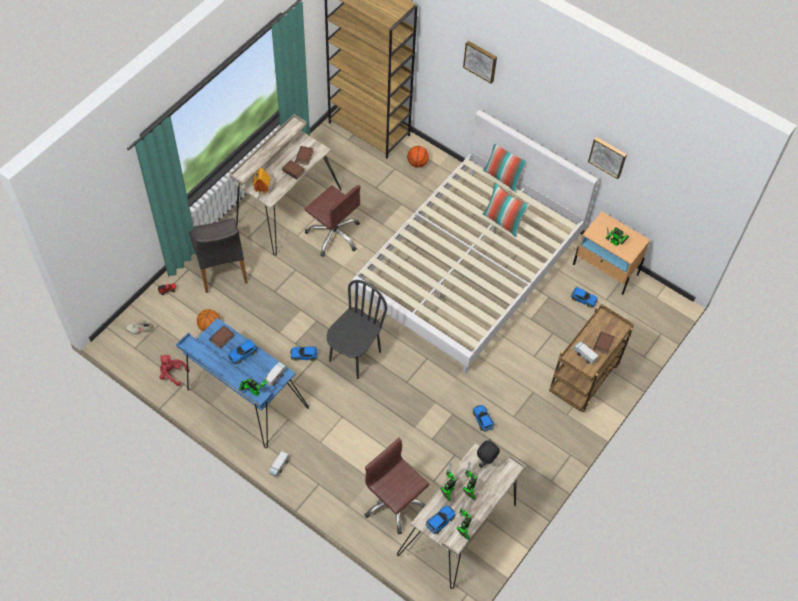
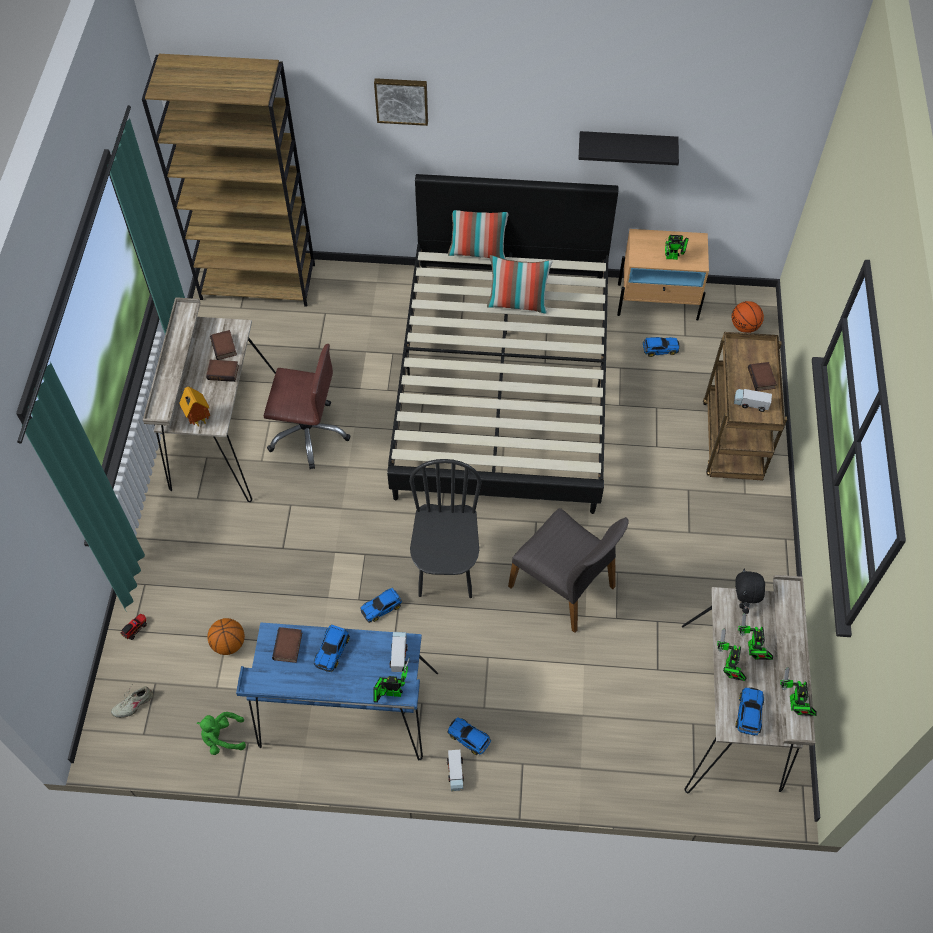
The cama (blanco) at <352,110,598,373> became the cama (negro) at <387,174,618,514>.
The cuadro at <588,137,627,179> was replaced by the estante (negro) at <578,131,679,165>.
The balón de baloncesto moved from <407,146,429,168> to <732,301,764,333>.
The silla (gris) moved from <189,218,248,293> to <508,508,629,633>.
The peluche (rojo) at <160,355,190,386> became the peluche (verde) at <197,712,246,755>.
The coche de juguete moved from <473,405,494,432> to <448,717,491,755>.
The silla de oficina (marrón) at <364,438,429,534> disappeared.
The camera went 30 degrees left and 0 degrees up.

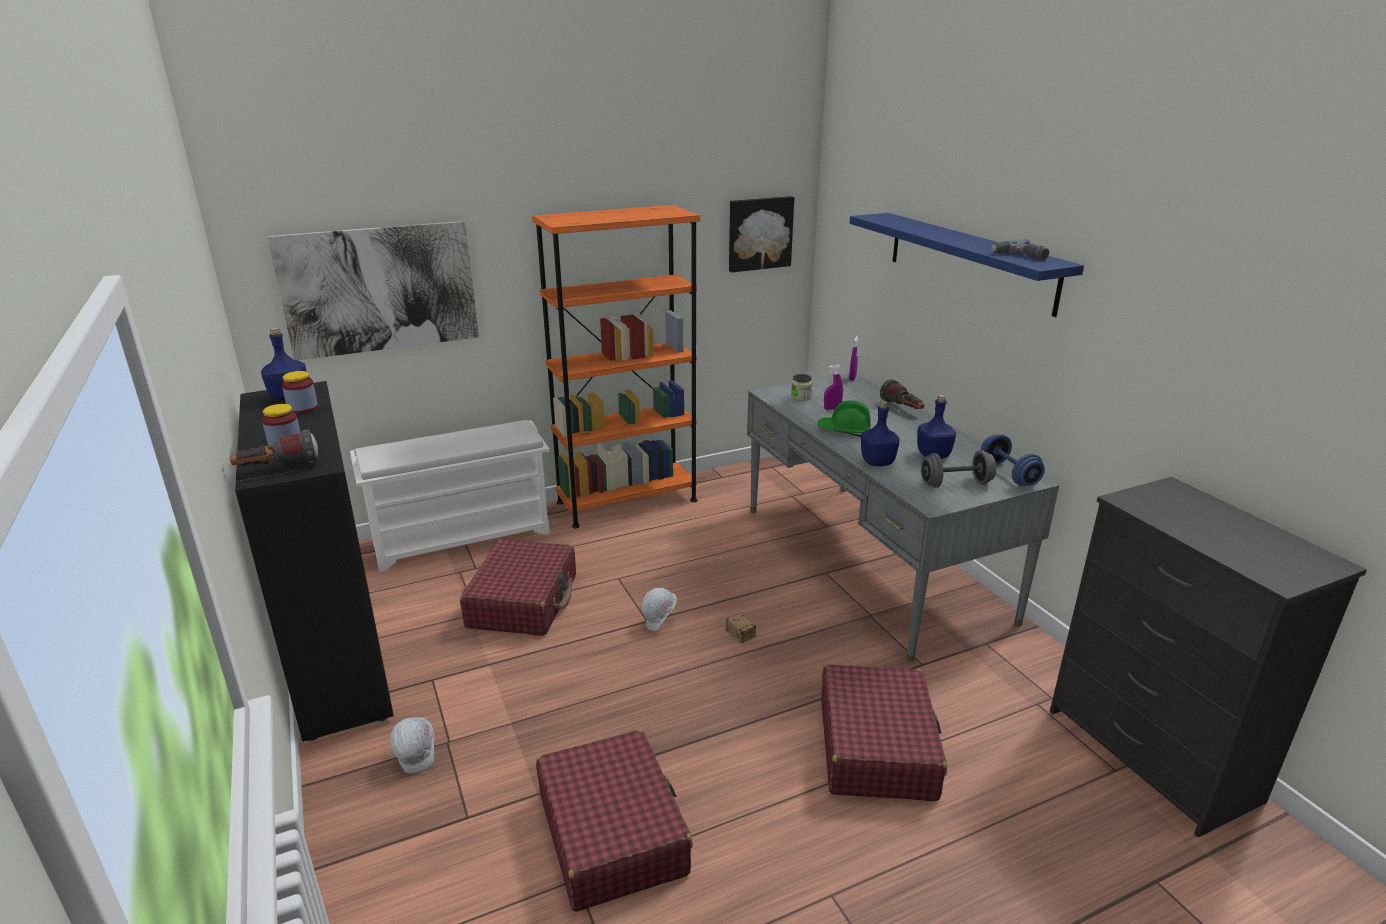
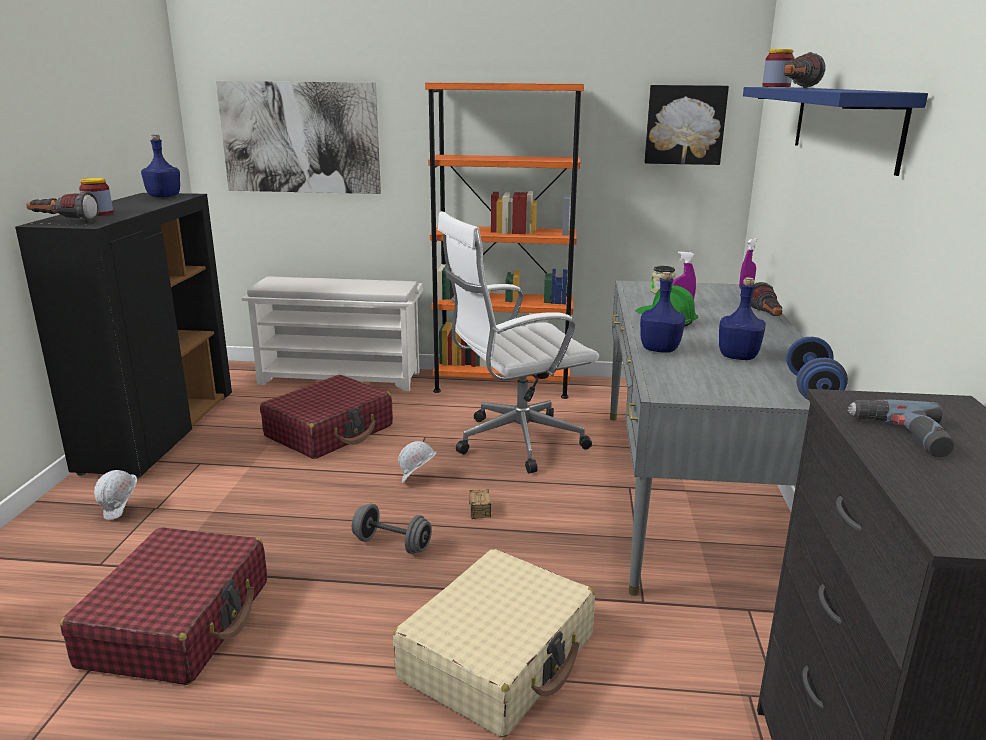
The taladro moved from <991,239,1049,260> to <848,400,954,457>.
The tarro moved from <282,371,318,414> to <762,49,795,87>.
The mancuerna (gris) moved from <921,450,996,488> to <352,504,432,554>.
The maleta (rojo) at <821,664,947,801> became the maleta (beis) at <393,549,595,737>.
The linterna at <783,52,826,88> appeared.
The silla de oficina (blanco) at <438,211,599,474> appeared.
The camera went 30 degrees right and 5 degrees down.

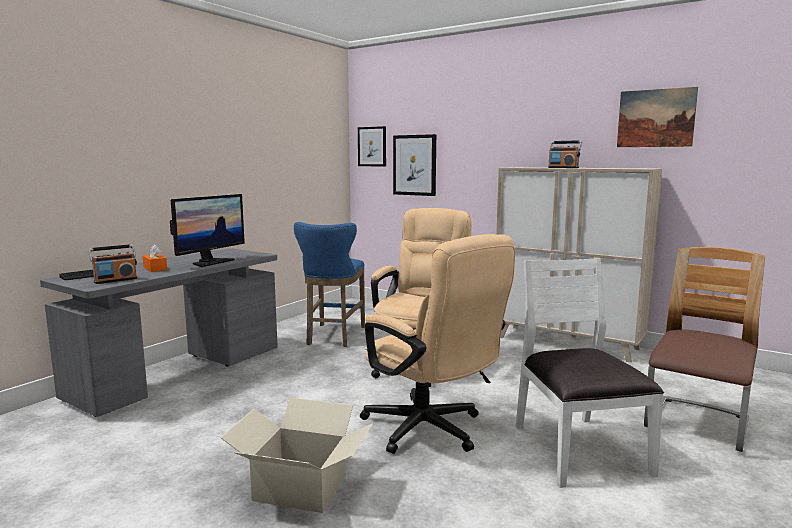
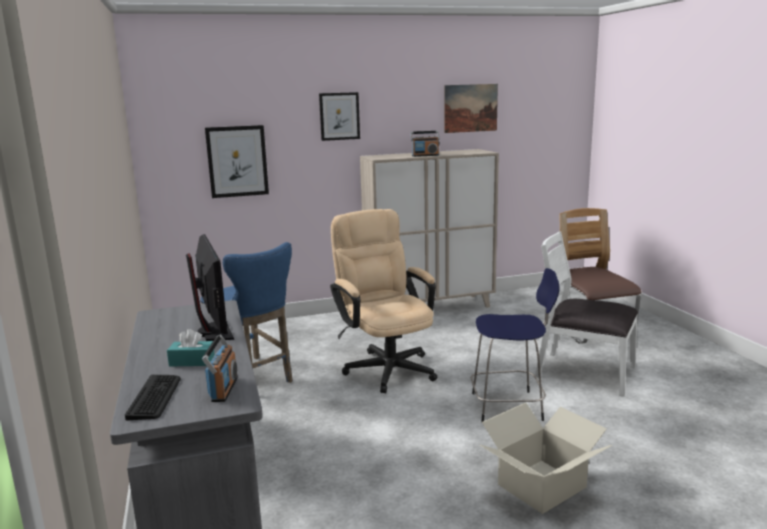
The cuadro moved from <358,126,386,166> to <319,92,360,141>.
The silla de oficina (beis) at <360,234,515,454> was replaced by the taburete (azul) at <471,268,560,422>.
The caja de pañuelos (naranja) at <143,245,167,272> became the caja de pañuelos (turquesa) at <167,329,215,366>.
The camera went 50 degrees left and 5 degrees up.

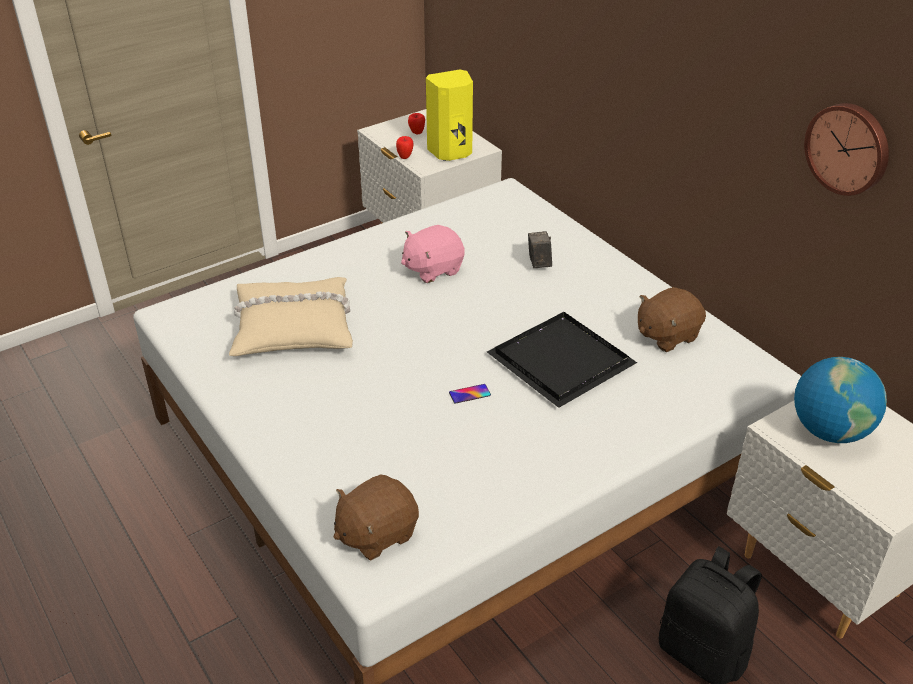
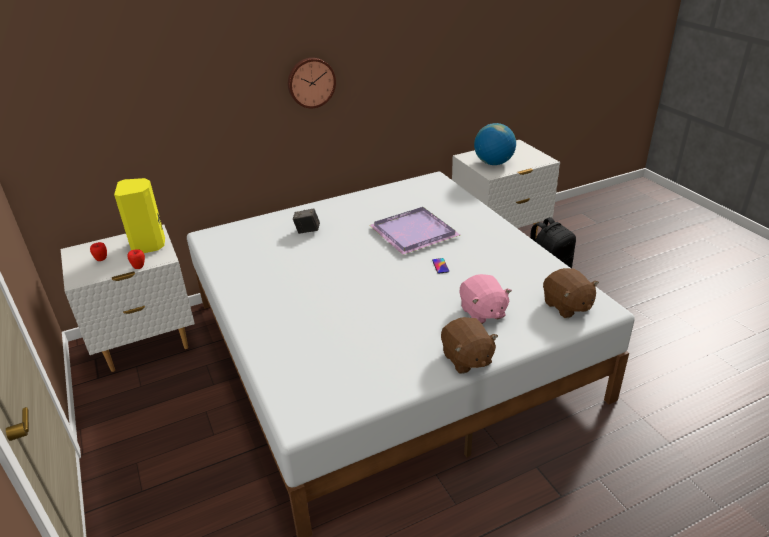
The reloj de pared moved from <804,103,889,196> to <288,58,336,108>.
The peluche (rosa) moved from <401,225,465,283> to <459,274,512,324>.
The cojín (beis) at <229,277,353,356> disappeared.
The peluche (marrón) moved from <638,287,706,352> to <441,317,498,374>.
The bandeja (negro) at <487,312,637,408> became the bandeja (morado) at <369,207,460,255>.
The camera went 80 degrees left and 5 degrees down.

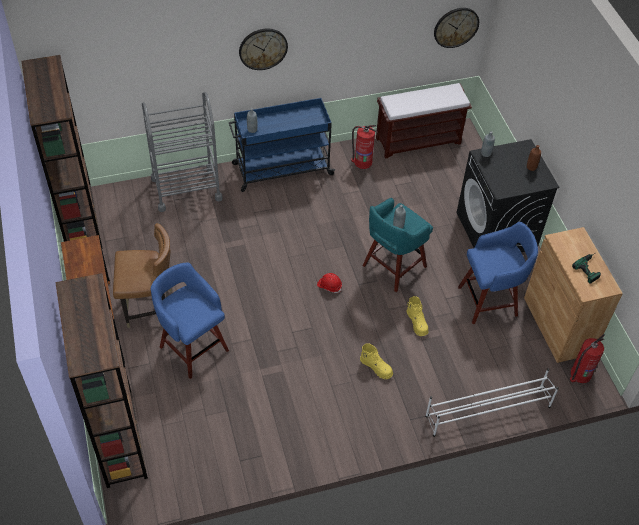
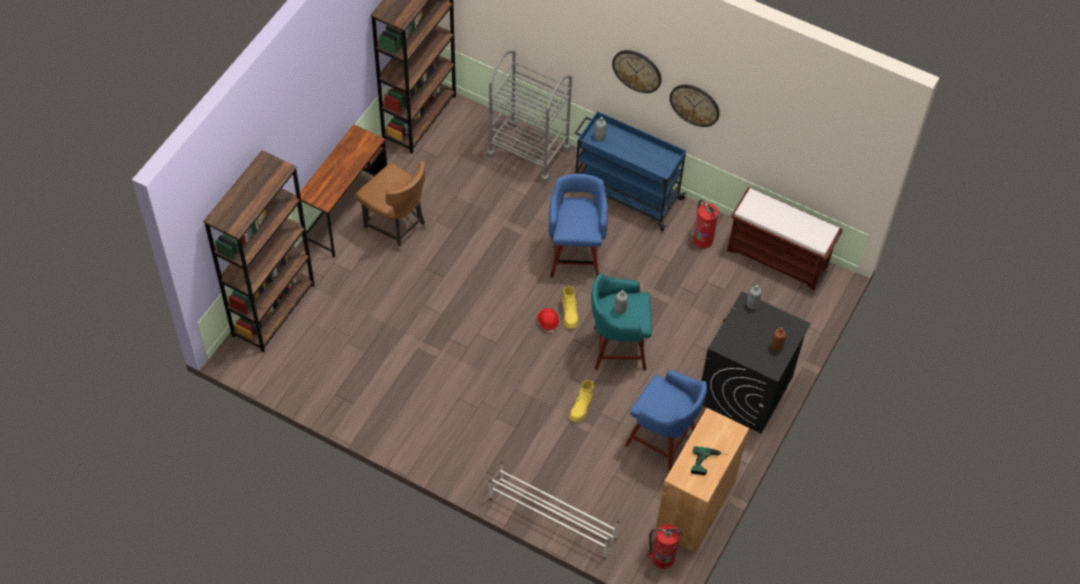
The reloj de pared moved from <434,8,479,48> to <670,85,720,127>.
The taburete (azul) moved from <151,262,229,379> to <549,174,608,278>.
The bota (amarillo) moved from <360,344,393,379> to <562,286,578,328>.
The camera went 45 degrees right and 5 degrees up.

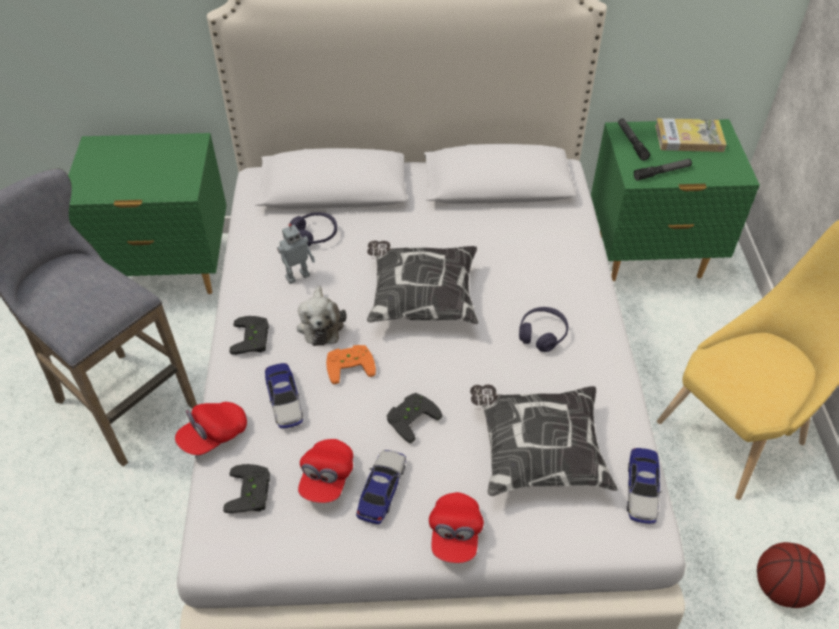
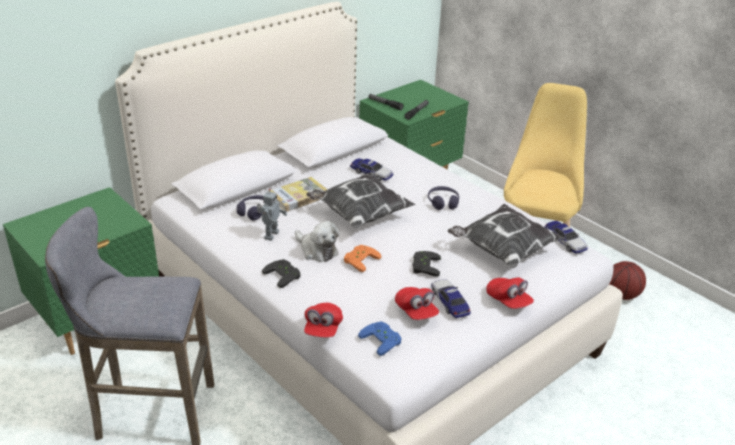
The libro moved from <655,118,727,152> to <270,177,328,212>.
The coche de juguete moved from <265,363,303,429> to <350,158,393,181>.
The mando de consola (negro) at <223,464,270,513> became the mando de consola (azul) at <358,321,402,356>.
The camera went 40 degrees left and 15 degrees down.

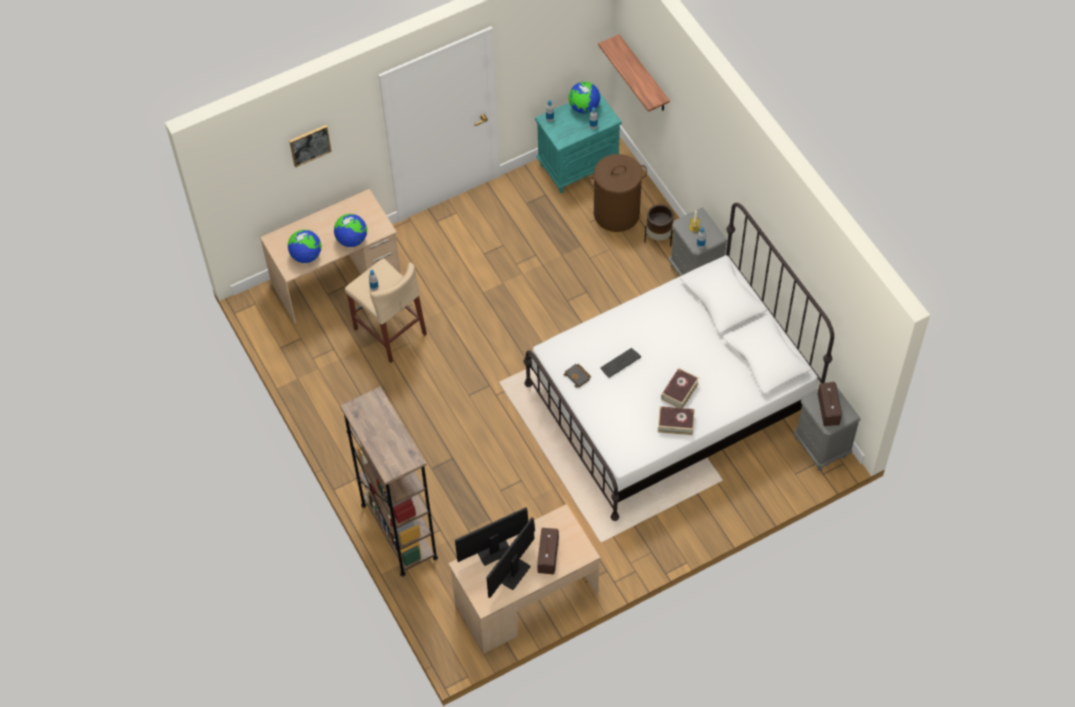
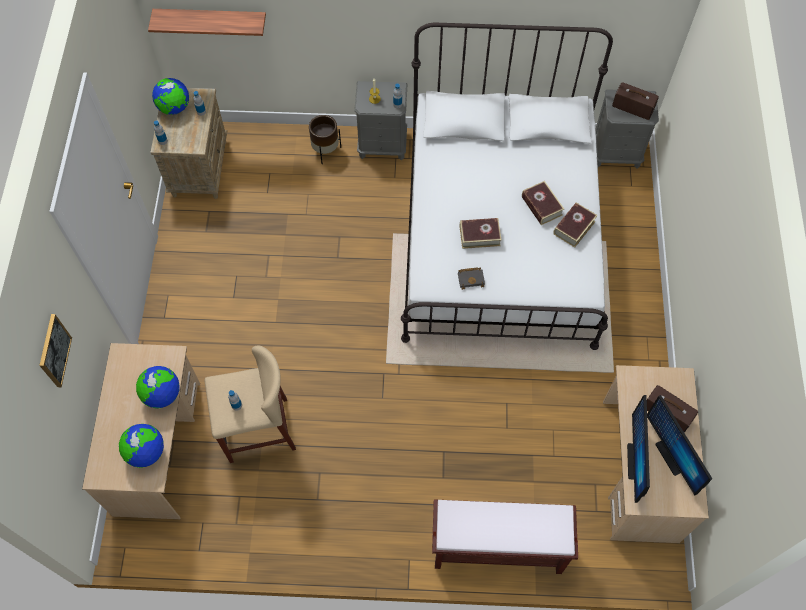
The mesita de noche (turquesa) at <535,92,622,193> became the mesita de noche (beis) at <151,88,228,199>.
The cesto de la ropa (marrón) at <589,154,647,232> disappeared.
The teclado at <600,348,641,378> was replaced by the libro at <460,218,501,249>.
The estantería (marrón) at <340,386,438,576> was replaced by the banco (marrón) at <432,499,578,574>.
The camera went 60 degrees left and 5 degrees up.

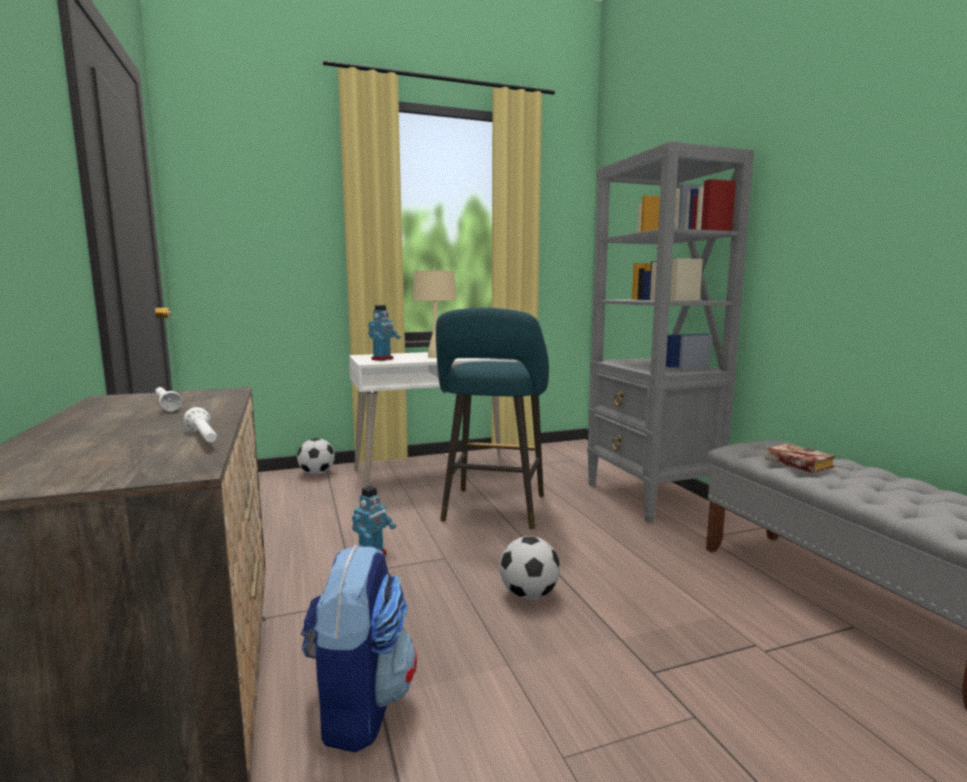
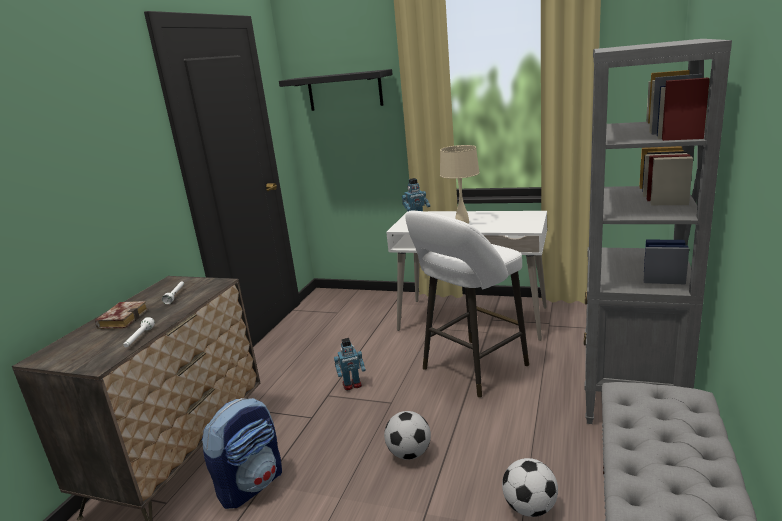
The taburete (turquesa) at <436,308,549,529> became the taburete (blanco) at <405,211,529,397>.
The balón de fútbol moved from <297,438,335,475> to <502,458,558,517>.
The libro moved from <765,444,836,473> to <95,301,148,329>.
The estante (negro) at <279,69,393,111> appeared.
The camera went 40 degrees right and 10 degrees up.

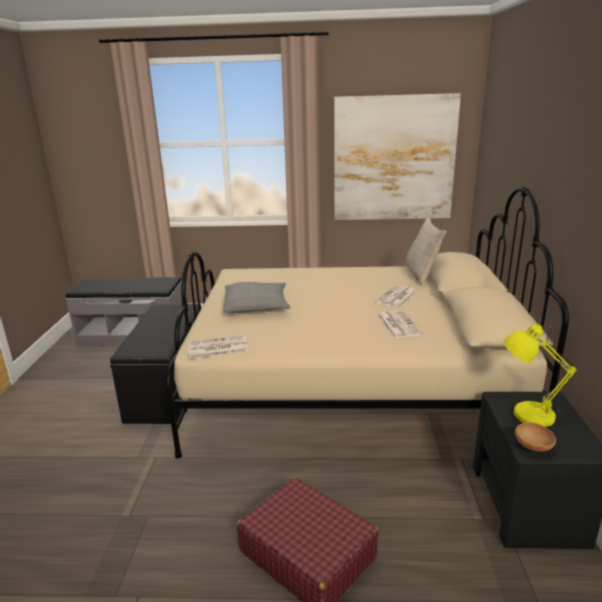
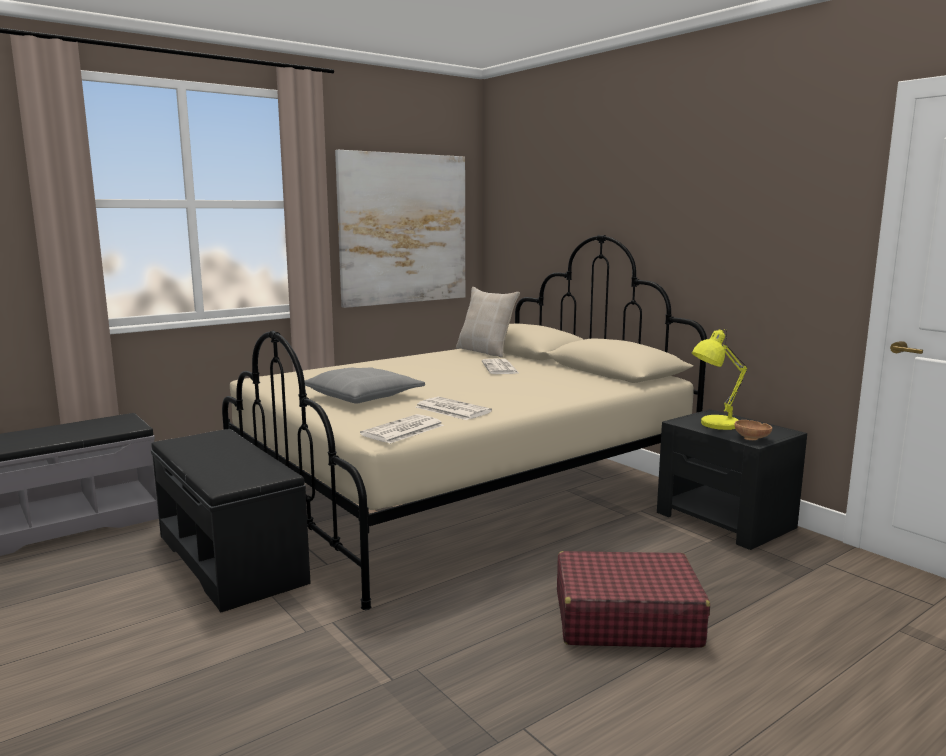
The periódico moved from <377,310,422,338> to <416,397,492,420>.
The camera went 40 degrees left and 10 degrees down.

